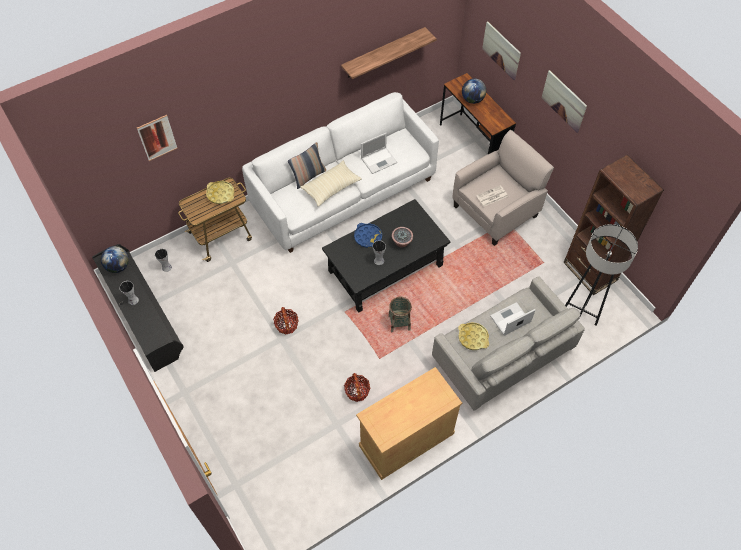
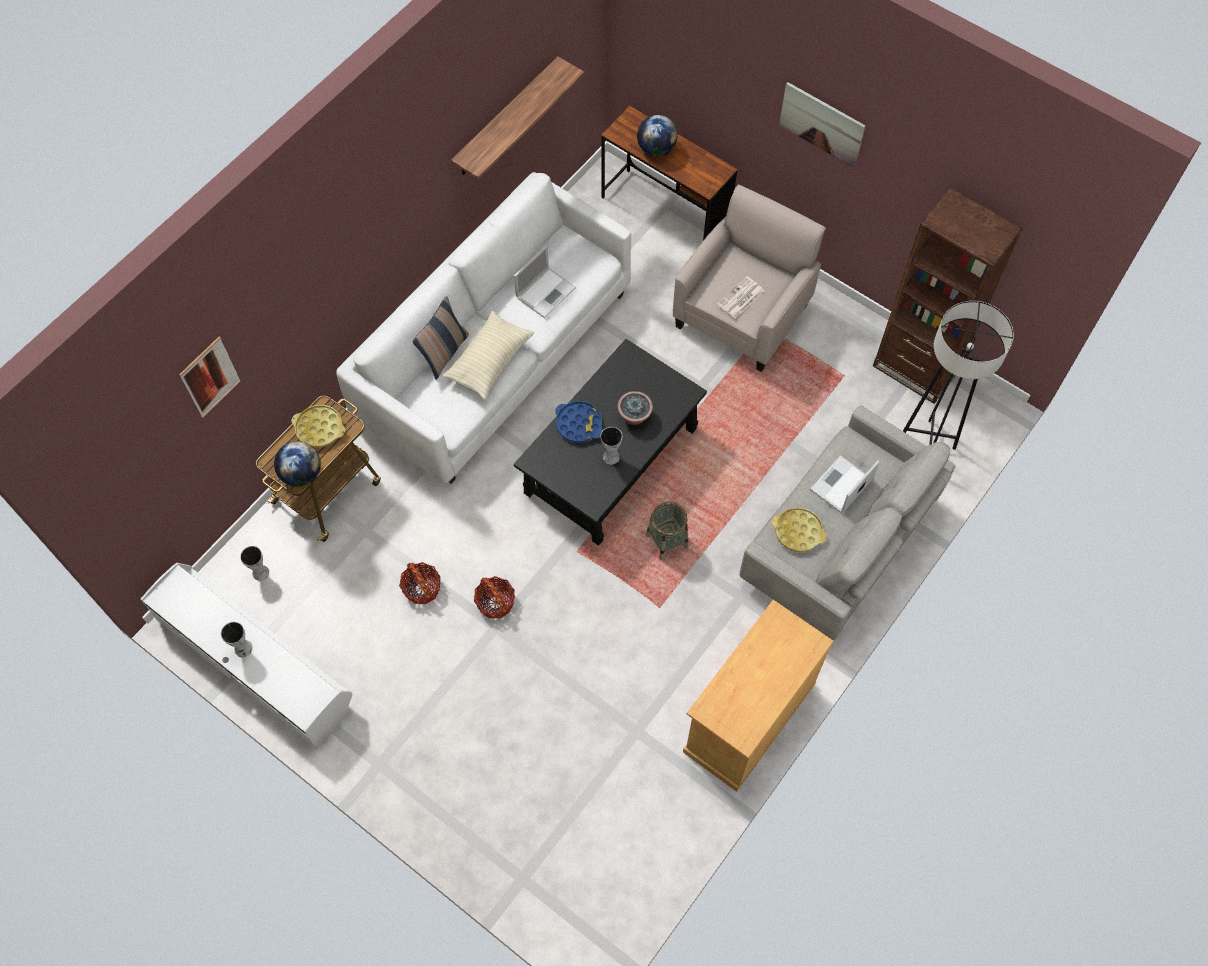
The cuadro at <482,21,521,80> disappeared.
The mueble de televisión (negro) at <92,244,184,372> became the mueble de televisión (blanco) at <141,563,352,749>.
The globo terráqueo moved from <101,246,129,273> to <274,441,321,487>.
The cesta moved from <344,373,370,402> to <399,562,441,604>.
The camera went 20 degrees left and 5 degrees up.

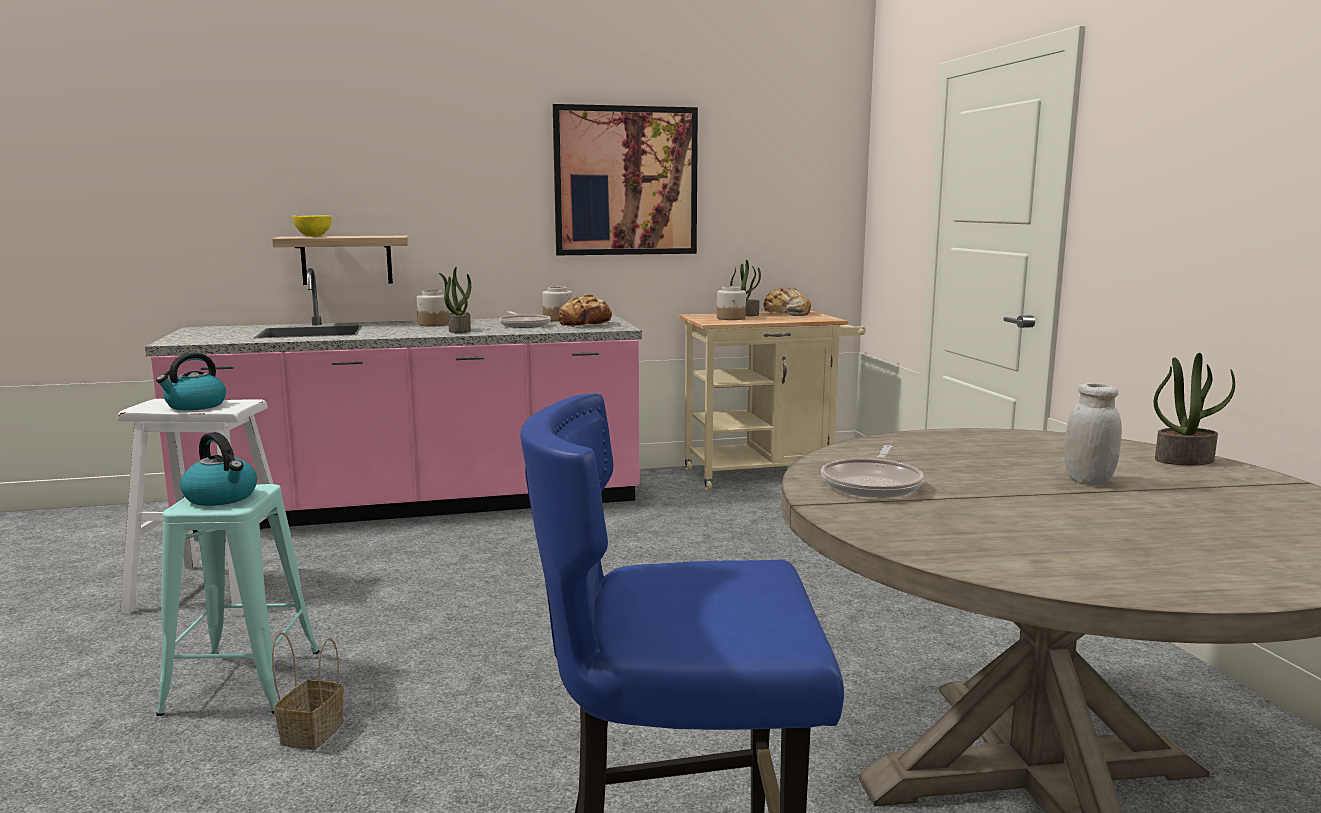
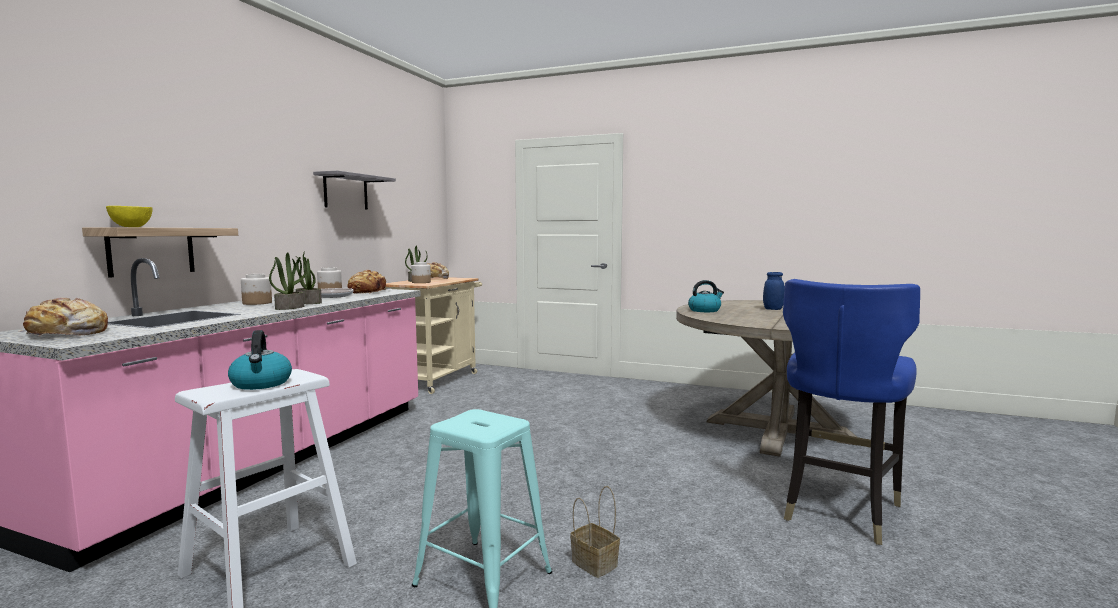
The cuadro at <553,104,698,255> was replaced by the estante (gris) at <313,170,396,210>.
The planta en maceta moved from <1154,353,1235,465> to <269,252,307,310>.
The tarro (blanco) at <1064,383,1122,485> became the tarro (azul) at <763,272,785,310>.
The hervidor moved from <180,432,257,506> to <688,280,724,312>.
The sartén at <821,445,924,498> disappeared.
The pan at <18,298,108,336> appeared.
The camera went 55 degrees left and 5 degrees down.

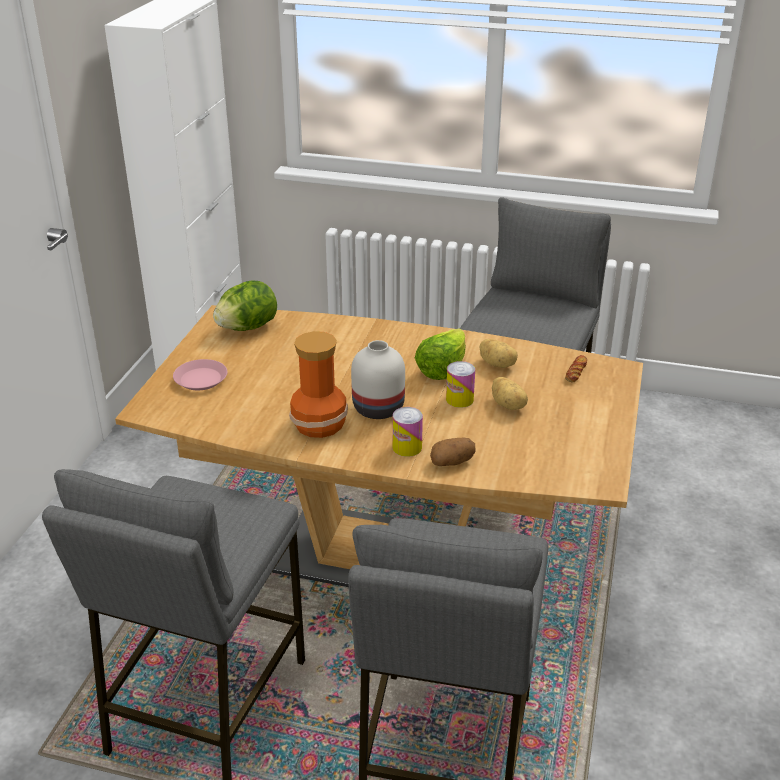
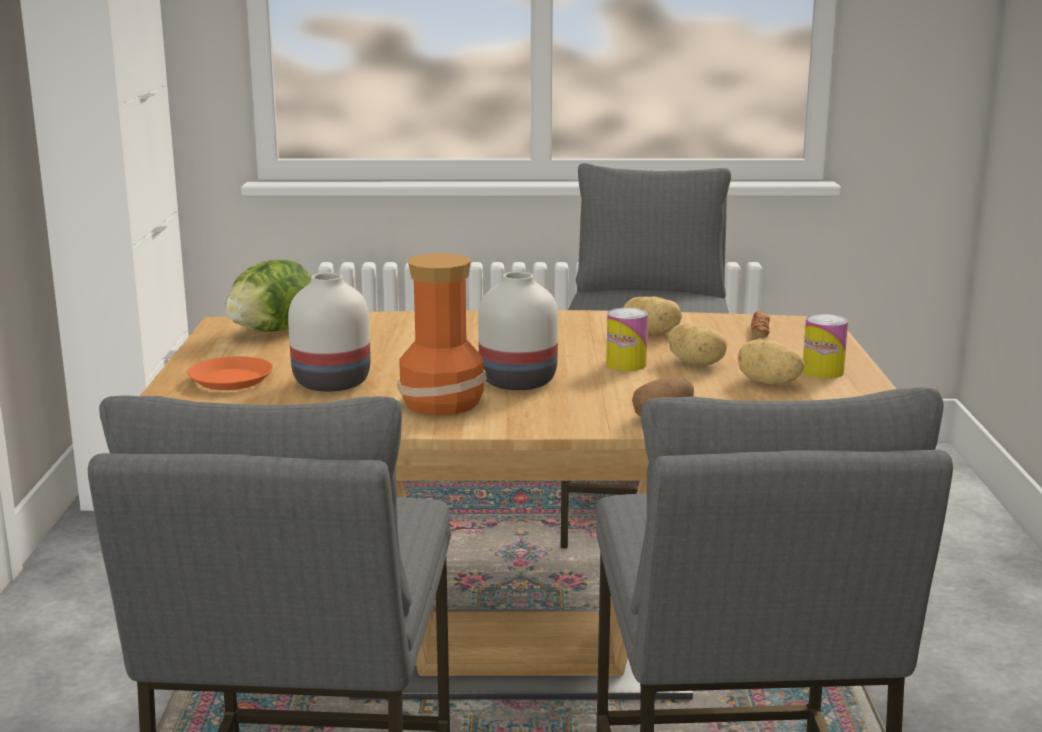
The lechuga at <415,329,466,380> disappeared.
The plato (rosa) at <173,359,228,390> became the plato (naranja) at <188,356,273,390>.
The lata moved from <393,407,423,457> to <803,314,848,379>.
The florero (blanco) at <288,273,371,392> appeared.
The patata at <738,339,804,385> appeared.
The camera went 15 degrees left and 15 degrees down.

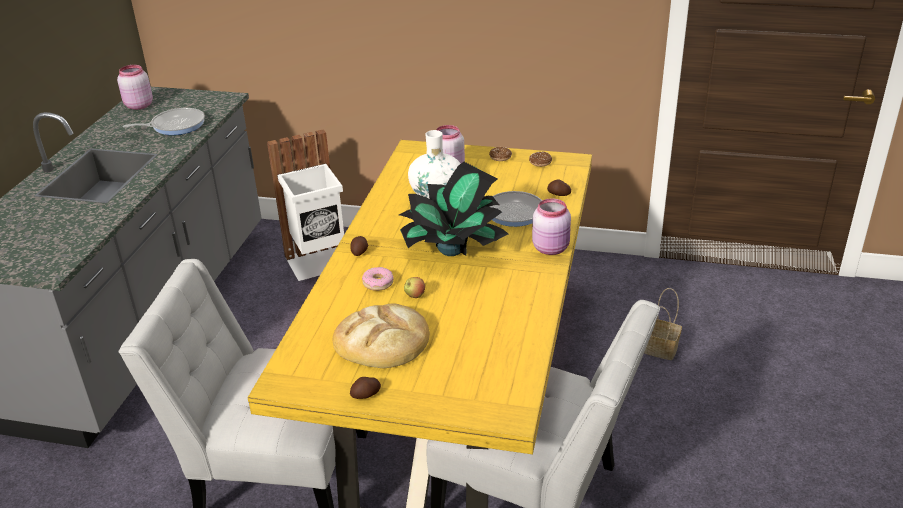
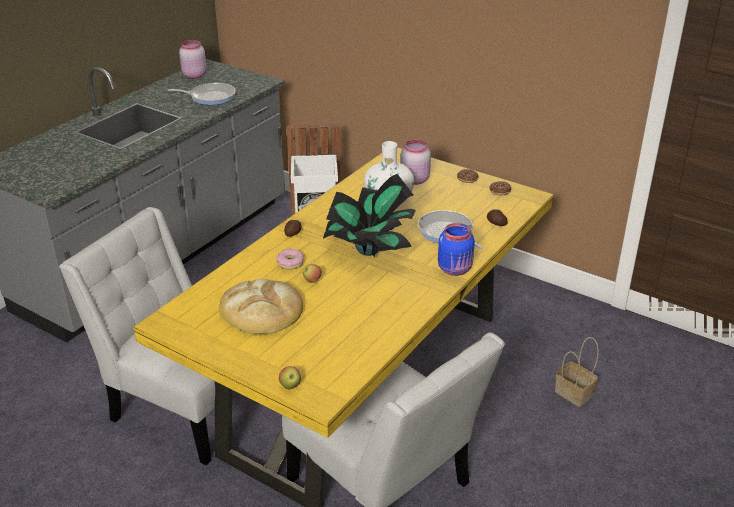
The tarro (rosa) at <532,198,571,255> became the tarro (azul) at <438,223,475,276>.
The patata at <350,377,381,399> disappeared.
The manzana at <279,366,301,390> appeared.
The camera went 20 degrees right and 0 degrees up.

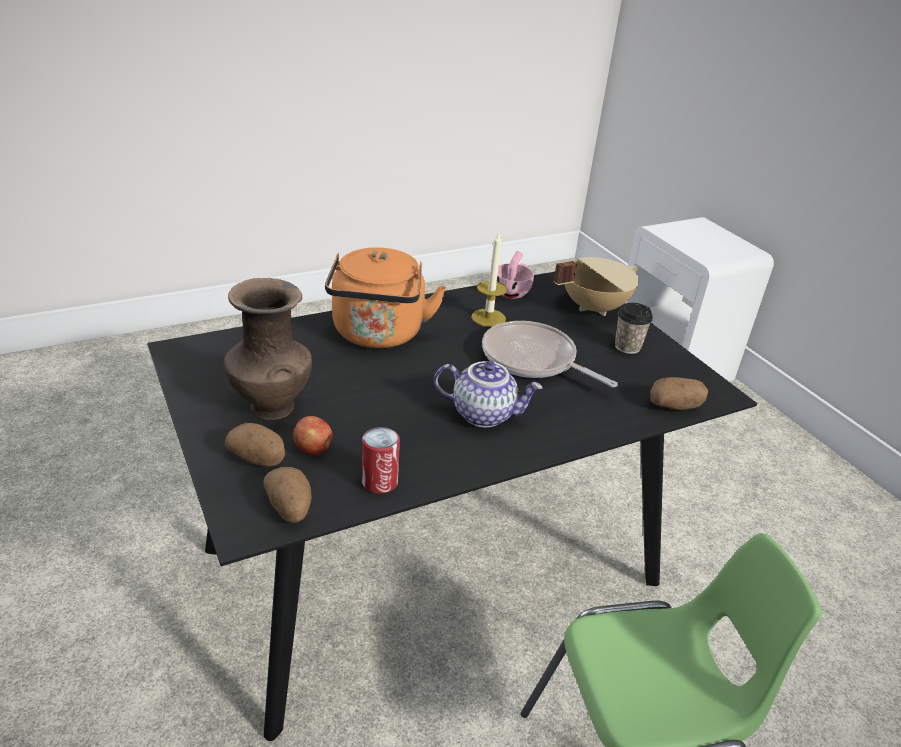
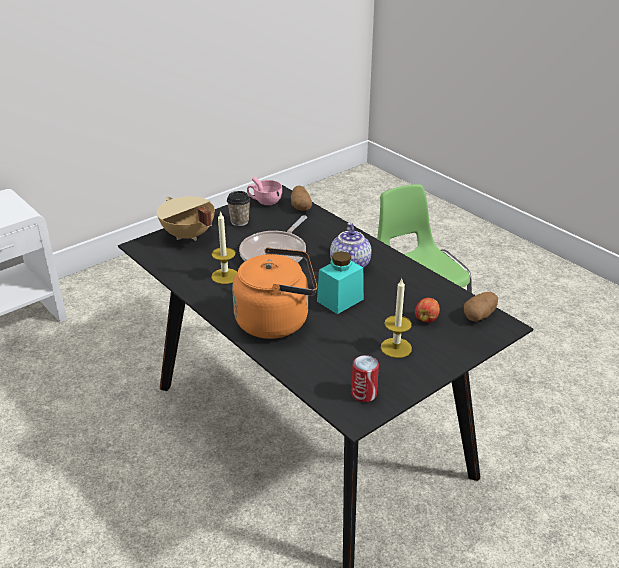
The taza (rosa) moved from <497,251,534,299> to <247,176,282,205>.
The florero (marrón) at <224,278,312,420> was replaced by the vela at <381,279,412,358>.
The patata at <225,423,285,467> disappeared.
The lata moved from <362,427,400,494> to <351,355,379,402>.
The tarro (turquesa) at <317,251,364,314> appeared.
The camera went 100 degrees left and 0 degrees up.

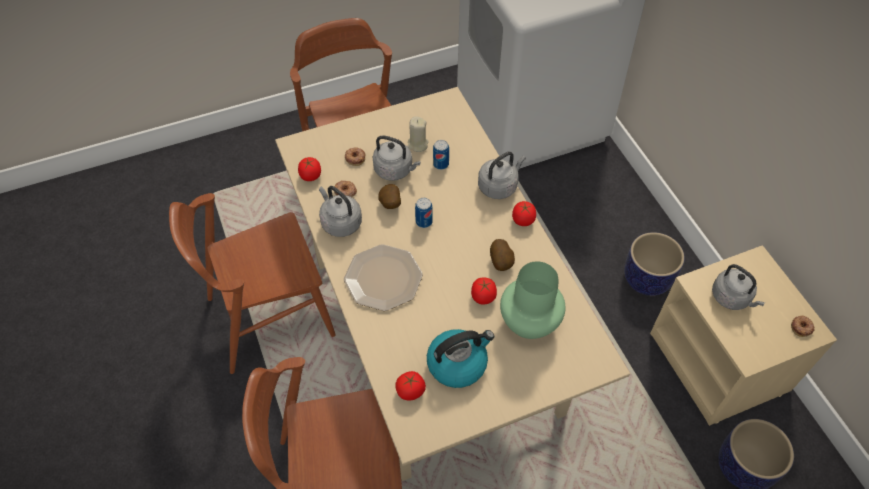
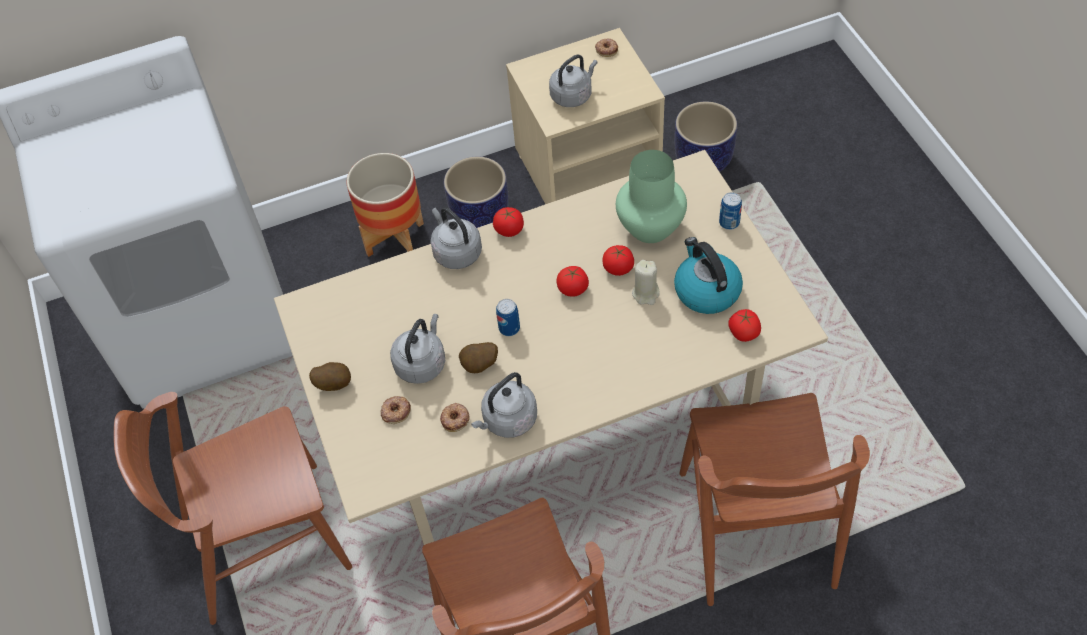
The vela (beis) moved from <407,116,429,152> to <632,260,660,305>.
The lata moved from <433,140,449,170> to <719,192,742,230>.
The tomate moved from <298,157,321,181> to <556,266,589,297>.
The patata moved from <490,239,515,271> to <309,362,351,391>.
The plato at <344,244,423,311> disappeared.
The maceta at <347,153,424,257> appeared.
The camera went 85 degrees left and 0 degrees up.

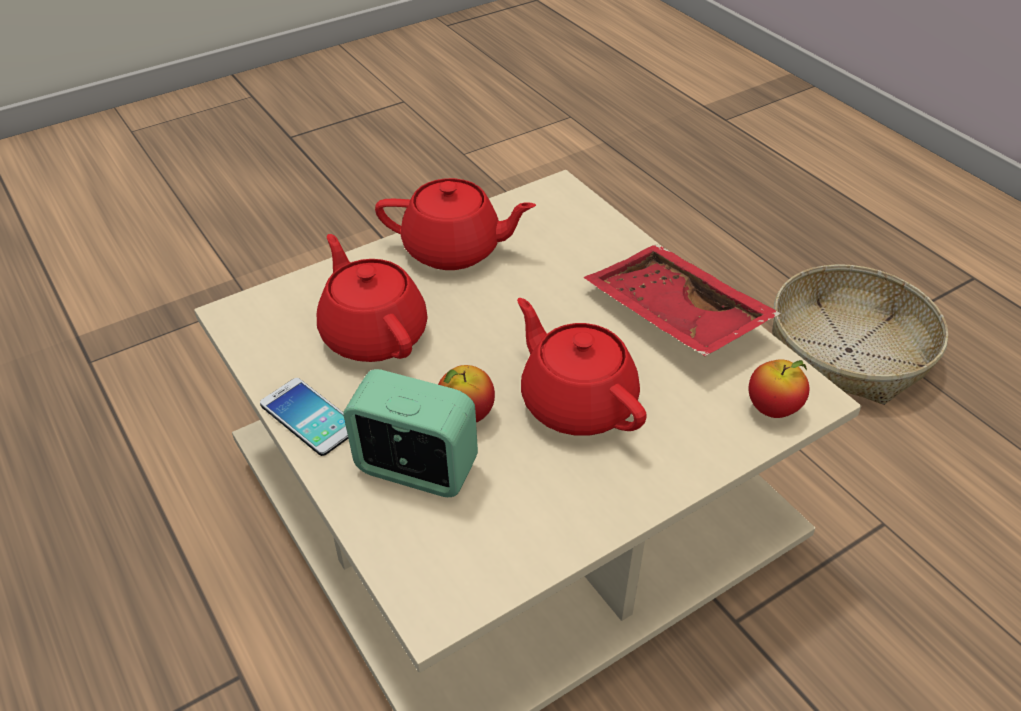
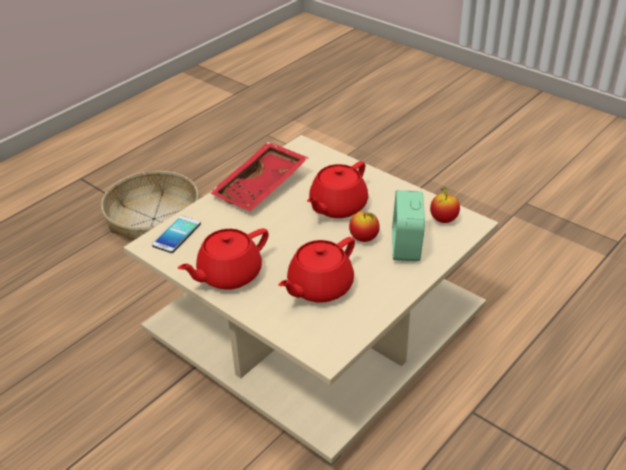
The tetera (rojo) at <375,178,536,270> turned 120 degrees counterclockwise.
The manzana moved from <749,359,809,418> to <430,187,460,223>.
The móvil moved from <260,378,348,456> to <152,216,201,253>.
The camera went 105 degrees left and 5 degrees down.

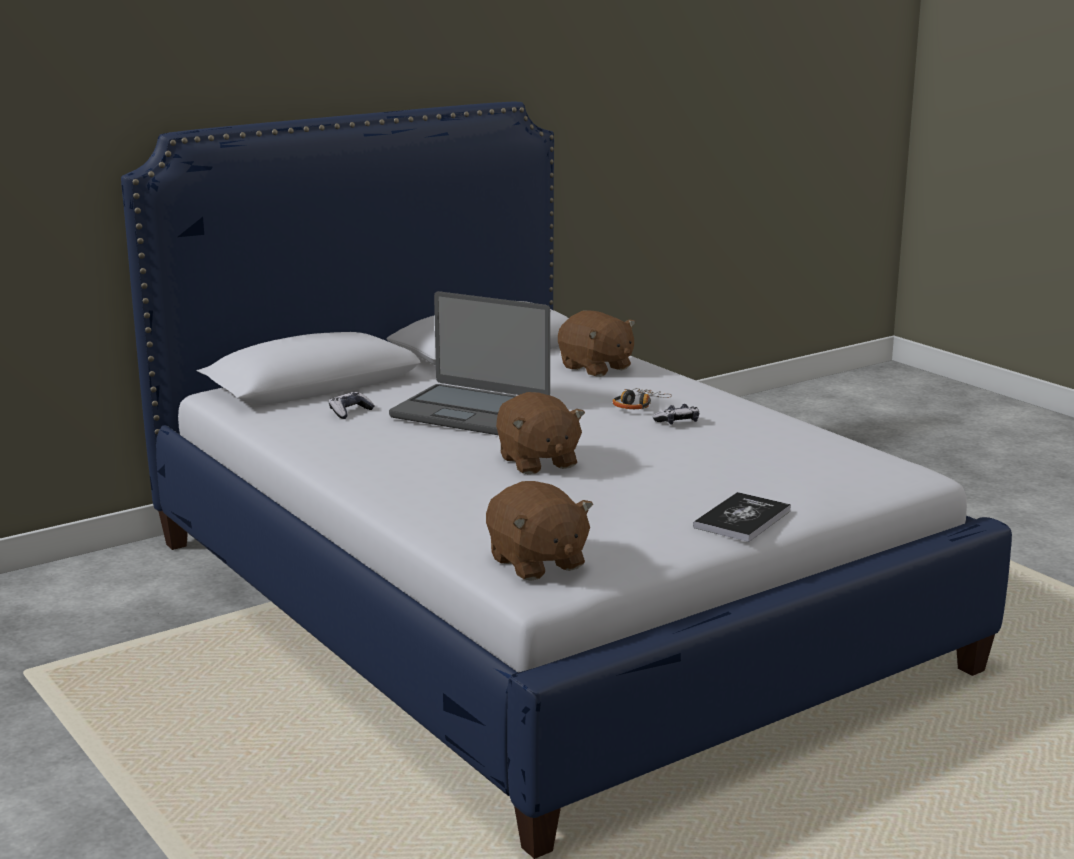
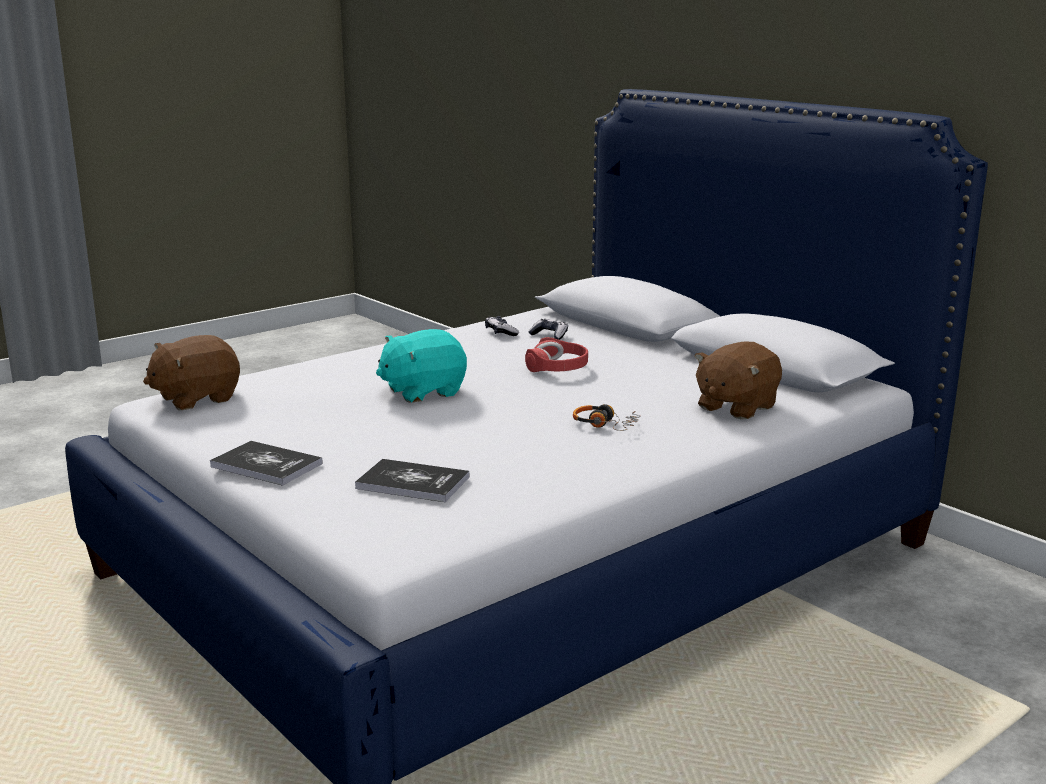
The portátil at <389,291,550,435> was replaced by the auriculares (rojo) at <525,337,588,372>.
The peluche (marrón) at <496,392,585,474> became the peluche (turquesa) at <376,329,467,403>.
The mando de consola moved from <653,404,699,425> to <485,316,519,336>.
The libro at <355,459,469,502> appeared.
The camera went 85 degrees right and 0 degrees up.

